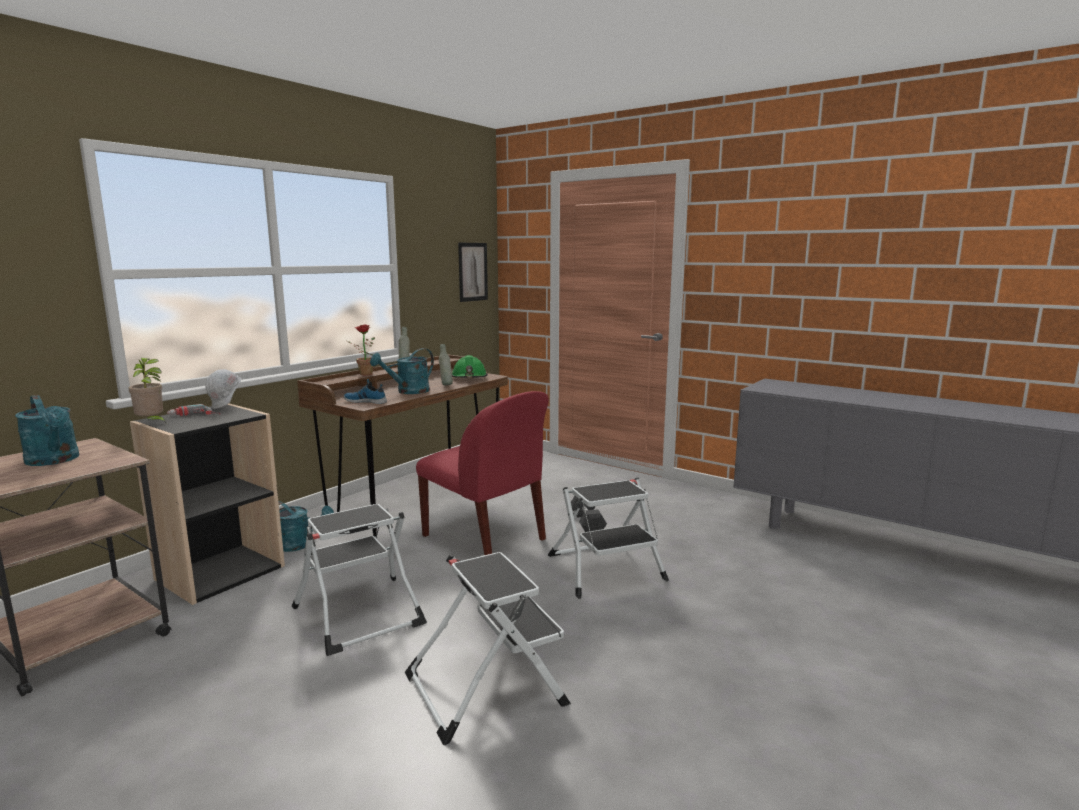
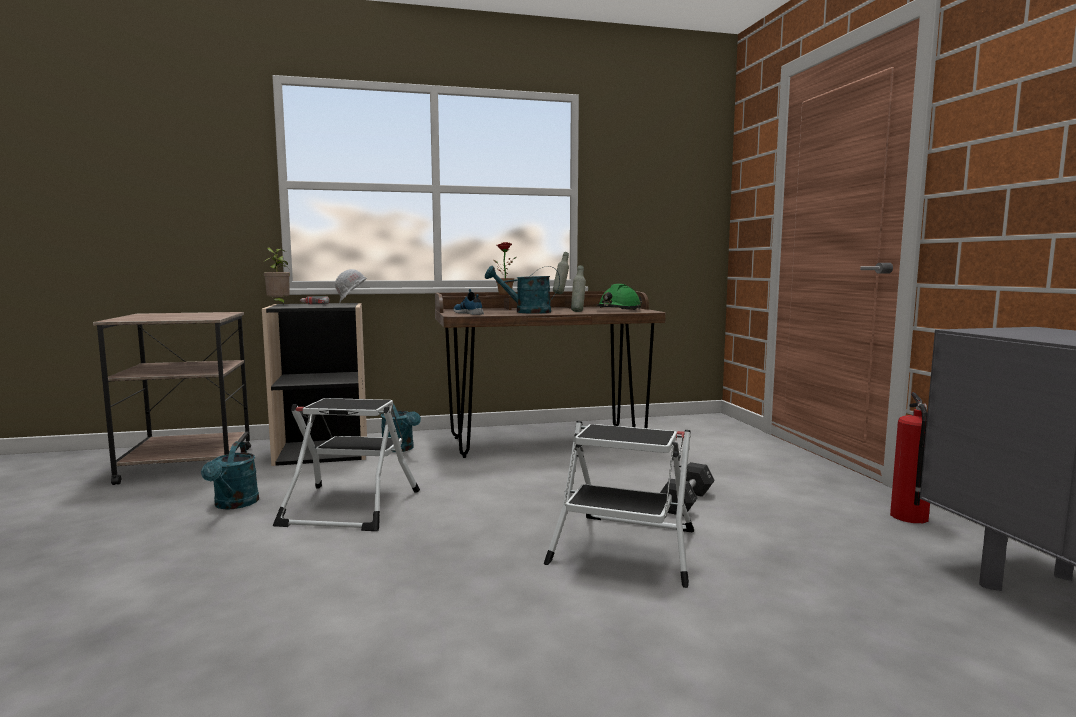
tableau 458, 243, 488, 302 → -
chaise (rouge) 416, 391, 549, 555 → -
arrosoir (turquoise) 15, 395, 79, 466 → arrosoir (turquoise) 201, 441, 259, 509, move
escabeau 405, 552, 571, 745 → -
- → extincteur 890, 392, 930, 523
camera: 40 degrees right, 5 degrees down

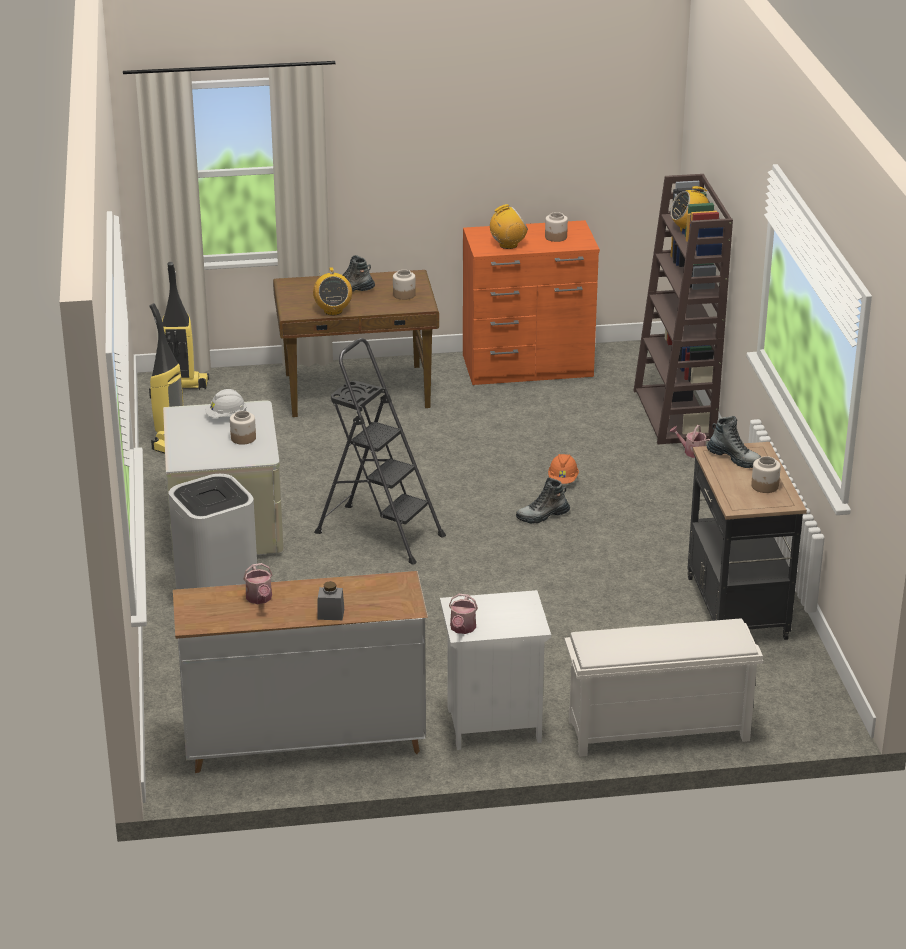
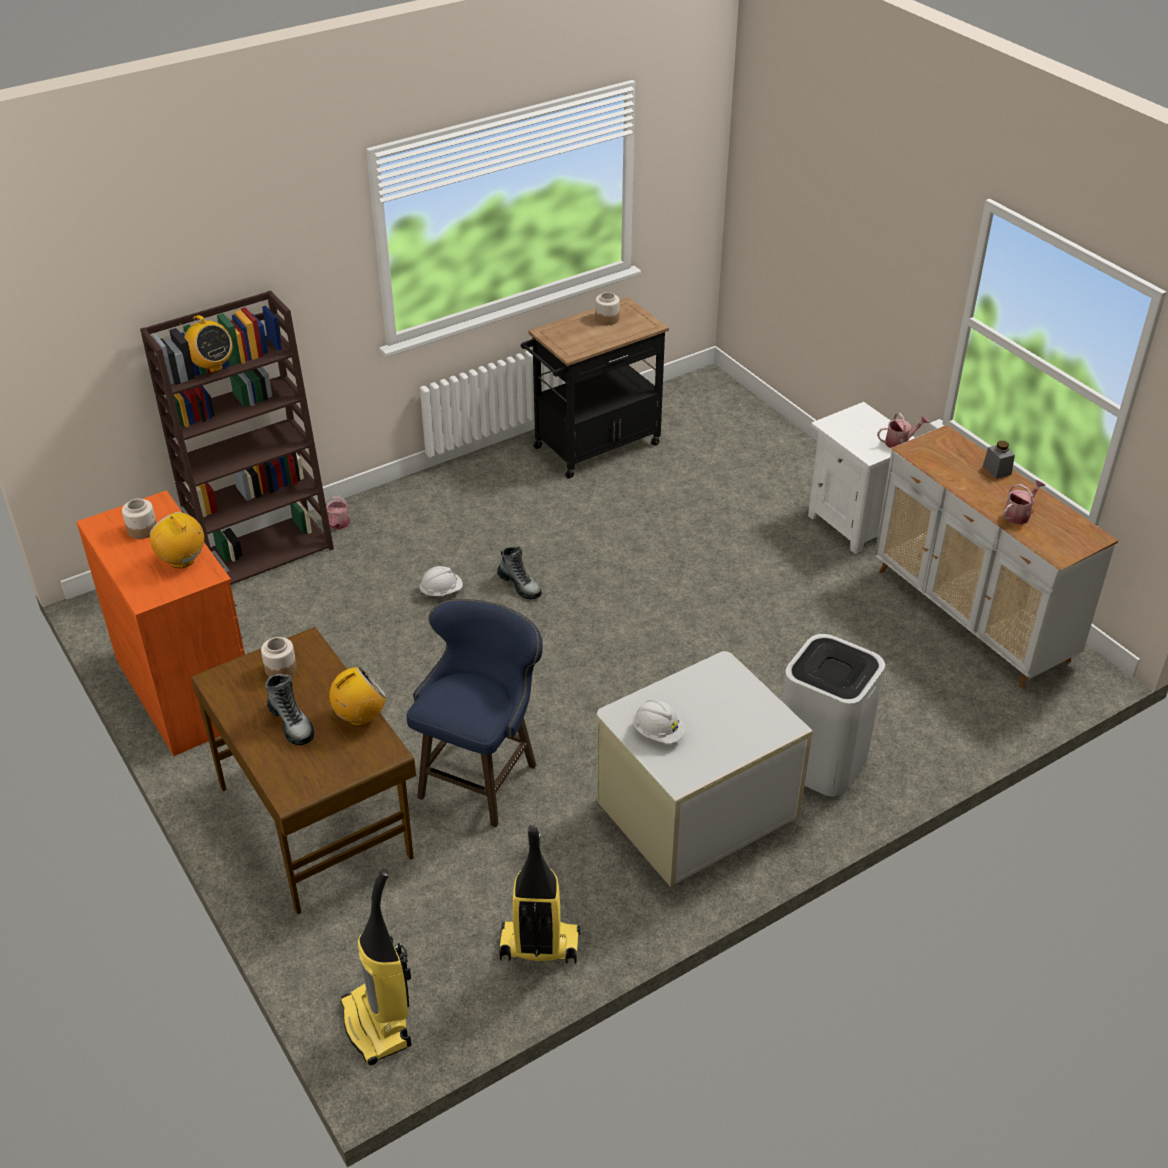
escabeau 314, 338, 446, 565 → -
bocal 230, 411, 256, 445 → -
botte 707, 416, 761, 468 → -
casque de chantier (orange) 548, 454, 579, 484 → casque de chantier (blanc) 419, 566, 463, 597
étagère à chaussures (blanc) 564, 618, 763, 756 → -
- → tabouret (bleu) 407, 599, 543, 827
camera: 115 degrees left, 10 degrees up

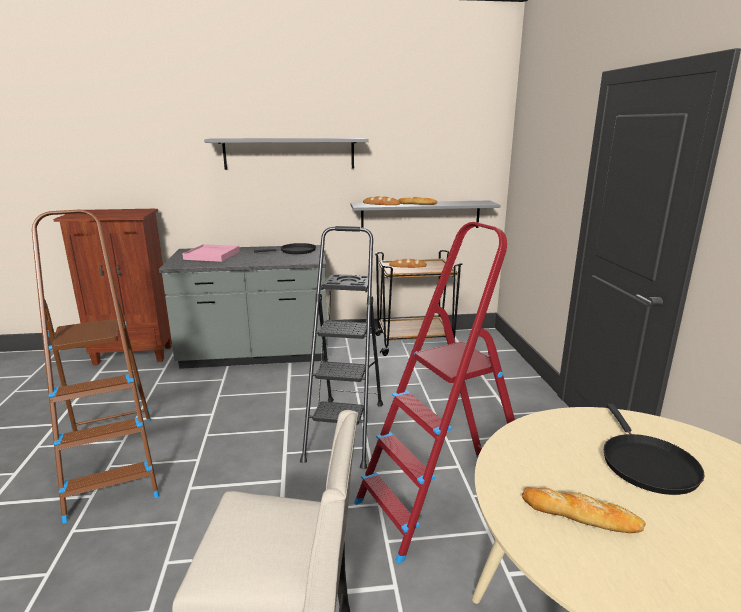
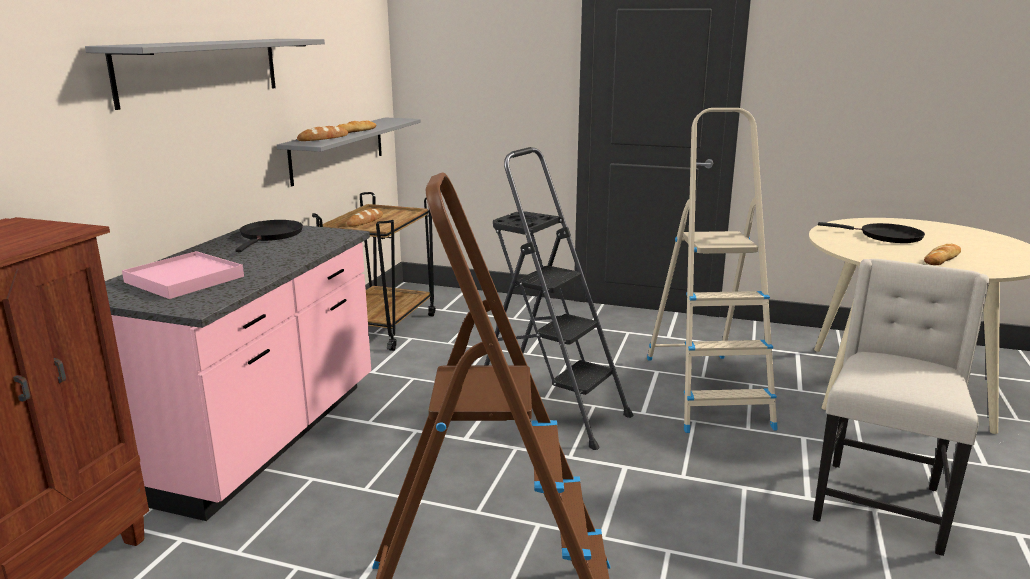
escabeau (rouge) 354, 222, 515, 563 → escabeau (beige) 647, 108, 778, 433
comptoir de cuisine (gris) 159, 245, 328, 369 → comptoir de cuisine (rose) 105, 221, 371, 521
camera: 65 degrees left, 0 degrees up

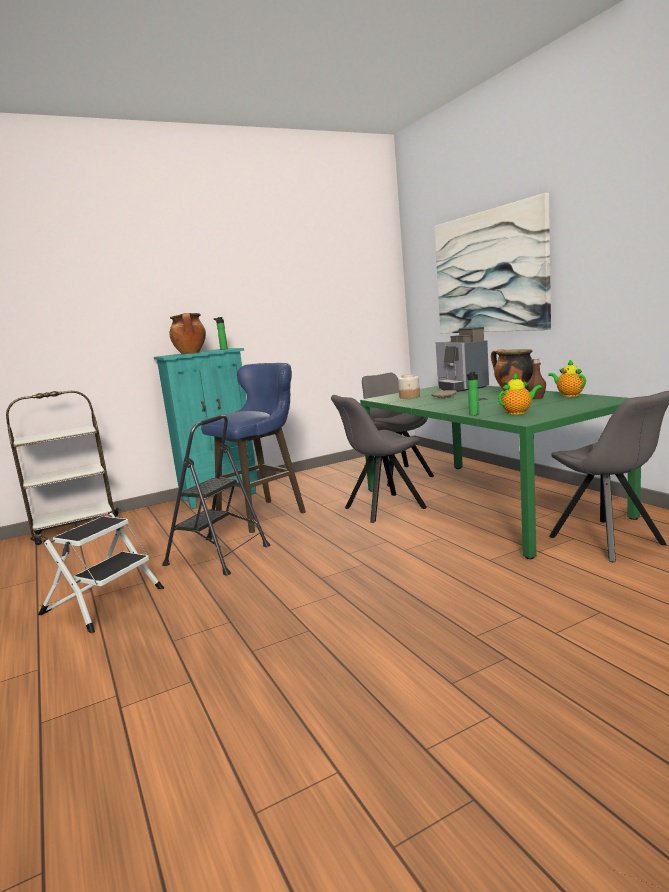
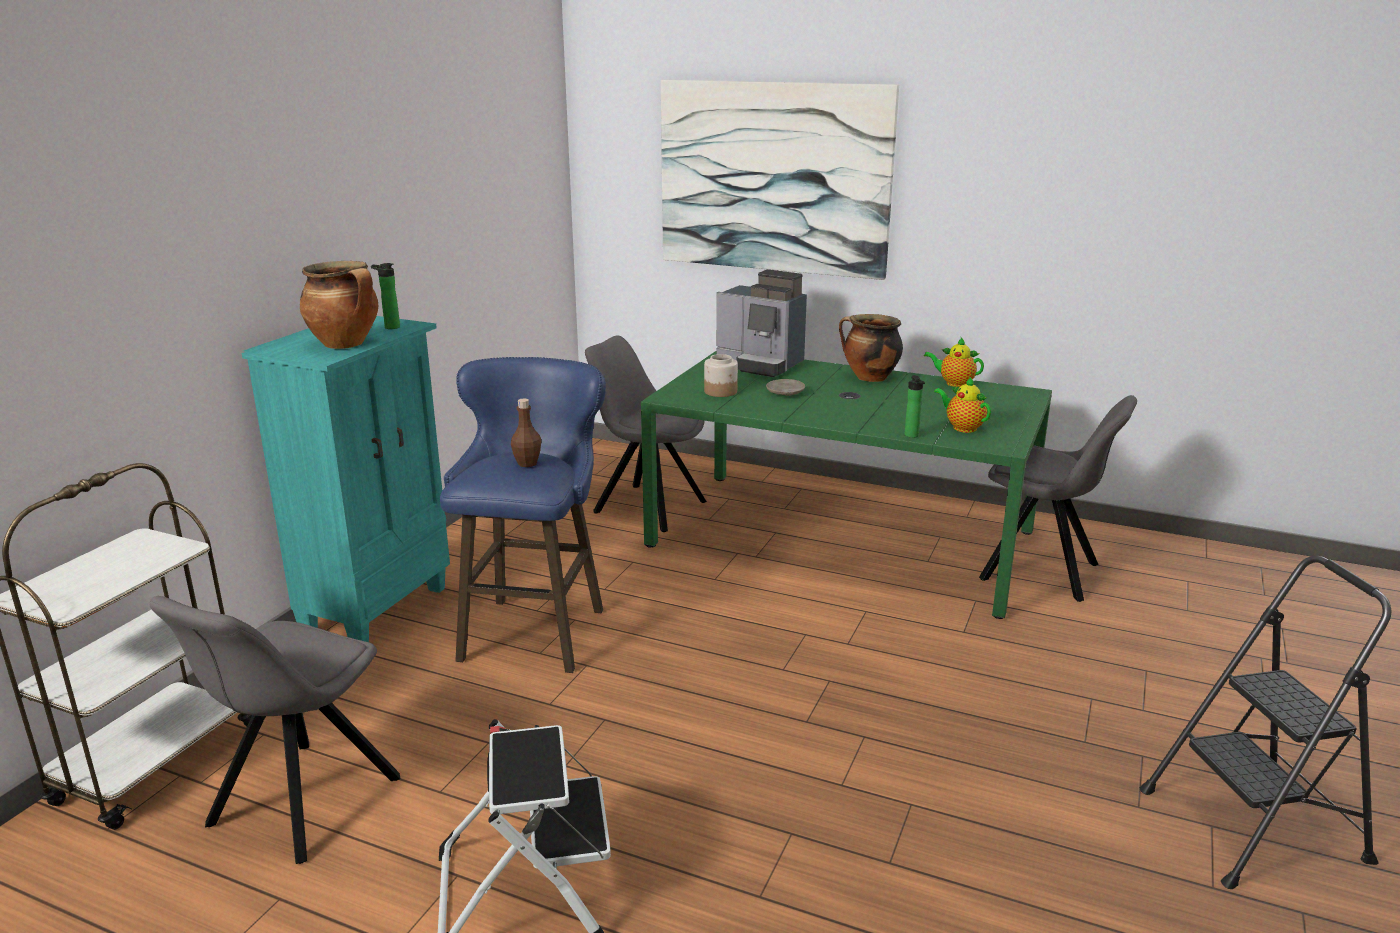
bouteille (marron) 527, 359, 546, 399 → bouteille (marron) 511, 399, 541, 467, move
théière 498, 374, 542, 415 → théière 934, 376, 991, 433, 75 degrees counterclockwise
chaise (gris) 331, 395, 427, 523 → chaise (gris) 149, 596, 400, 864, move
escabeau (noir) 162, 415, 270, 576 → escabeau (noir) 1139, 556, 1391, 889, move
camera: 40 degrees left, 10 degrees up

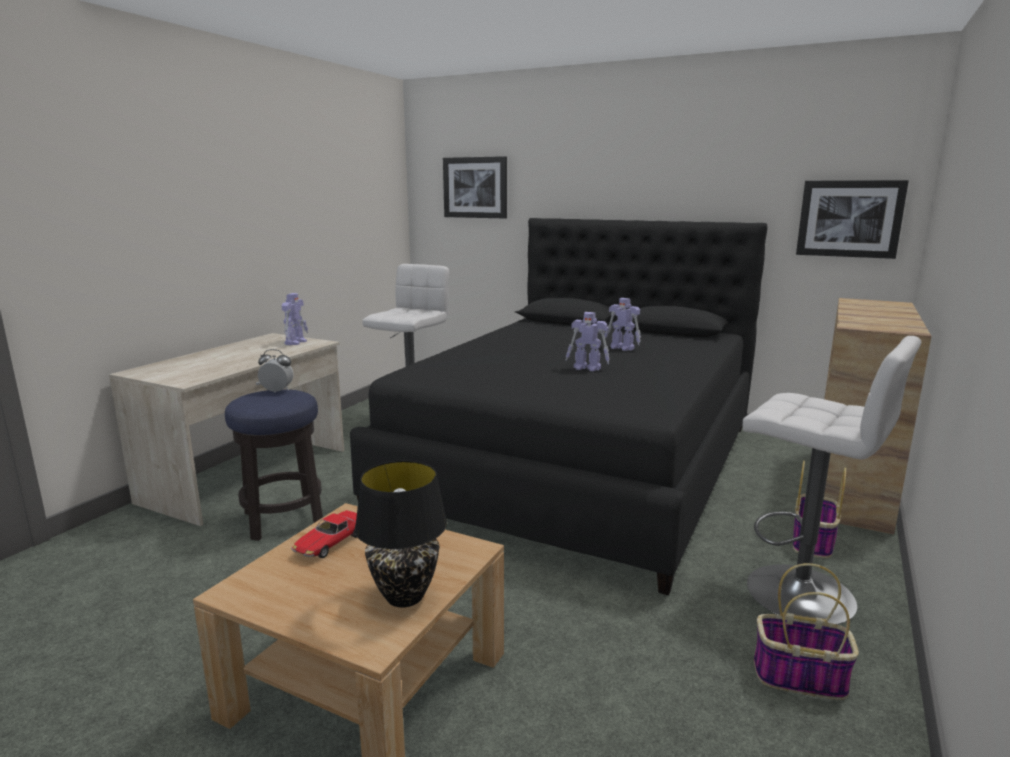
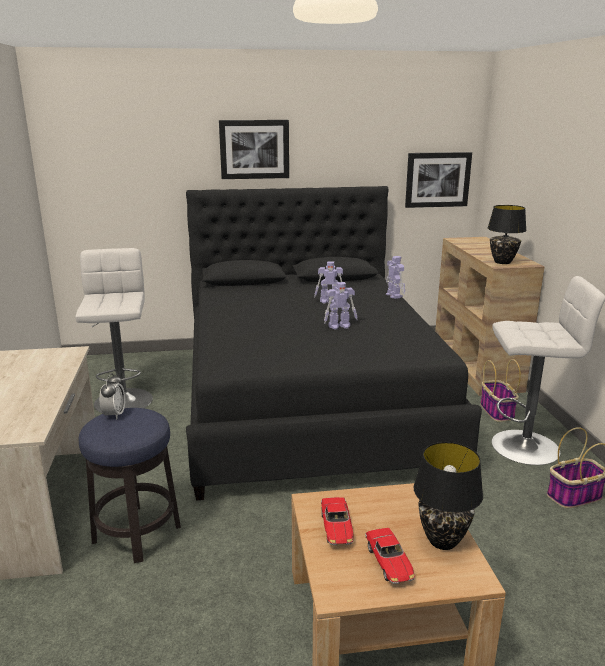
tableau 443, 156, 507, 219 → tableau 219, 120, 289, 179, move
robot jouet 282, 293, 308, 345 → robot jouet 386, 256, 405, 299, move
réveil 258, 349, 293, 393 → réveil 99, 373, 125, 420, 120 degrees clockwise
- → lampe de table (noir) 487, 205, 527, 264
- → petite voiture 365, 528, 415, 584
camera: 35 degrees left, 5 degrees up

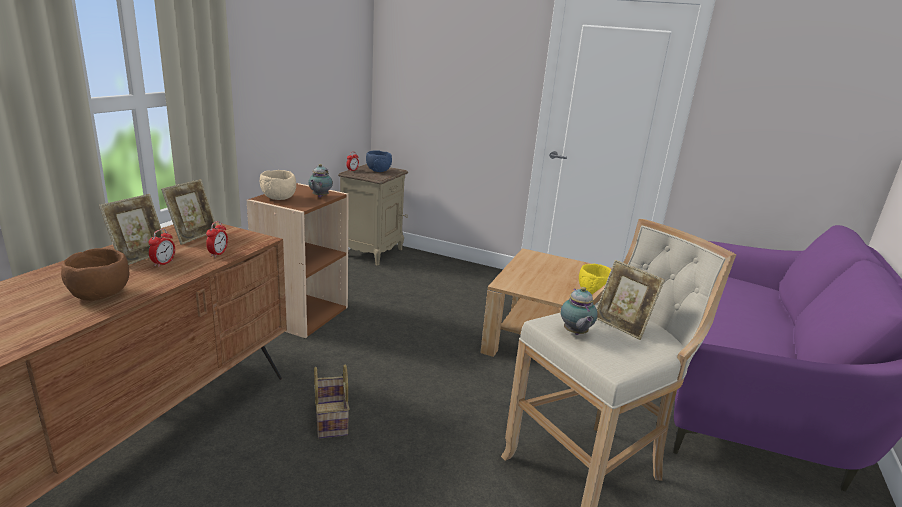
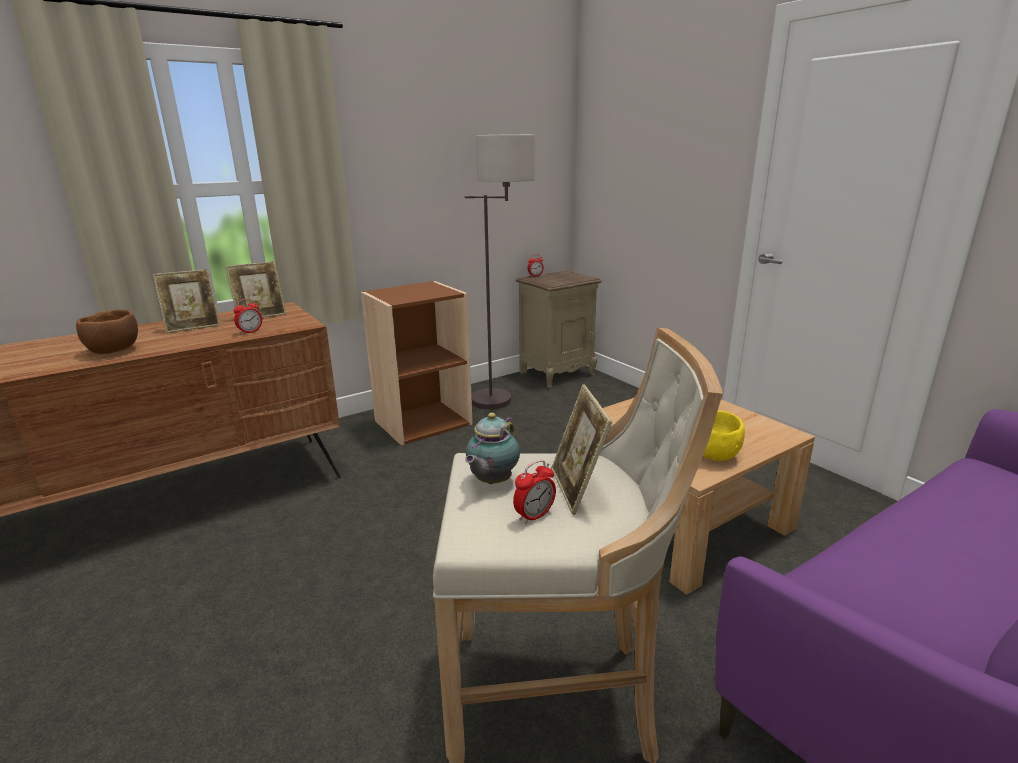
bol (bleu) 366, 150, 392, 172 → -
théière 308, 164, 333, 198 → -
bol (beige) 260, 170, 296, 200 → -
réveil 148, 229, 175, 267 → réveil 513, 460, 556, 524, move
panier 314, 364, 349, 439 → -
- → lampadaire (gris) 465, 134, 535, 410
camera: 35 degrees right, 0 degrees up

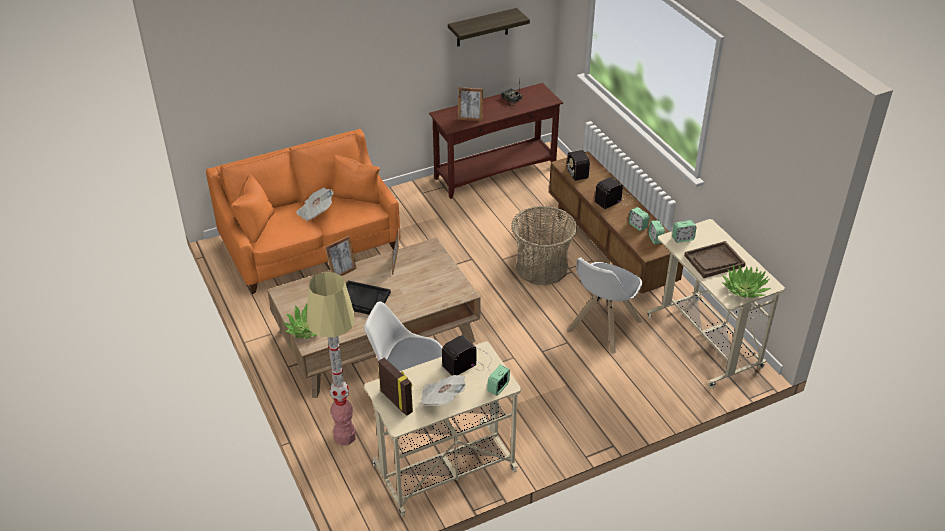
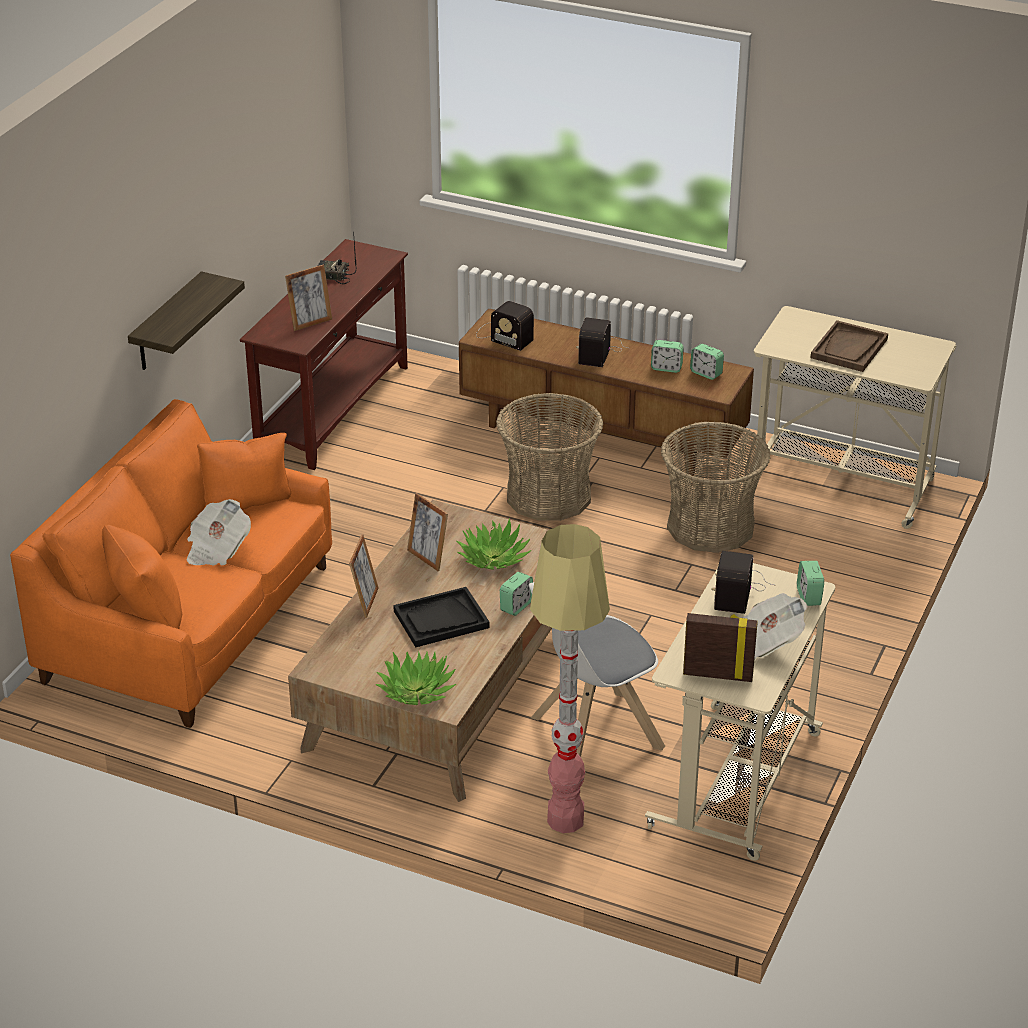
étagère 448, 8, 530, 46 → étagère 128, 271, 245, 370, move
réveil 672, 220, 696, 243 → réveil 500, 572, 533, 616, move
chaise 567, 257, 642, 354 → panier 661, 421, 771, 553
plante en pot 722, 265, 771, 298 → plante en pot 456, 519, 531, 570, move
camera: 40 degrees left, 5 degrees down

